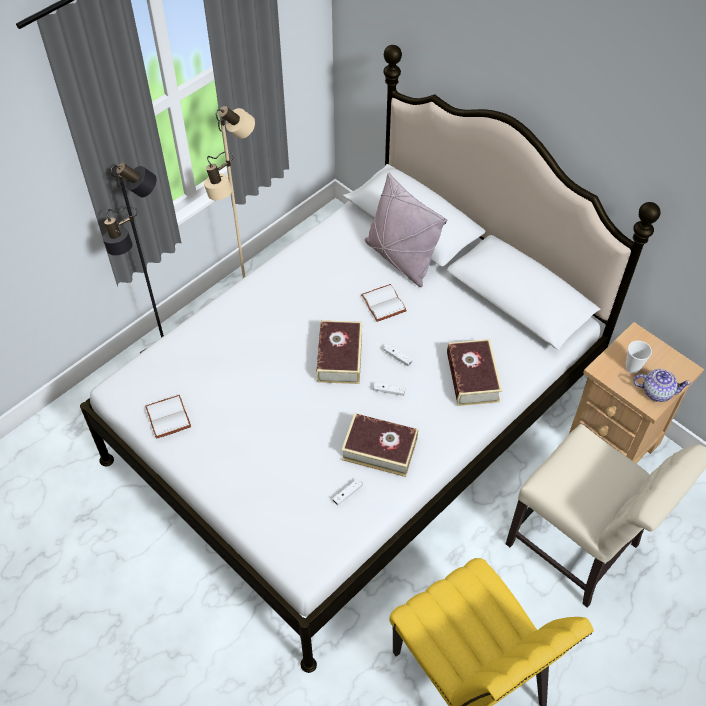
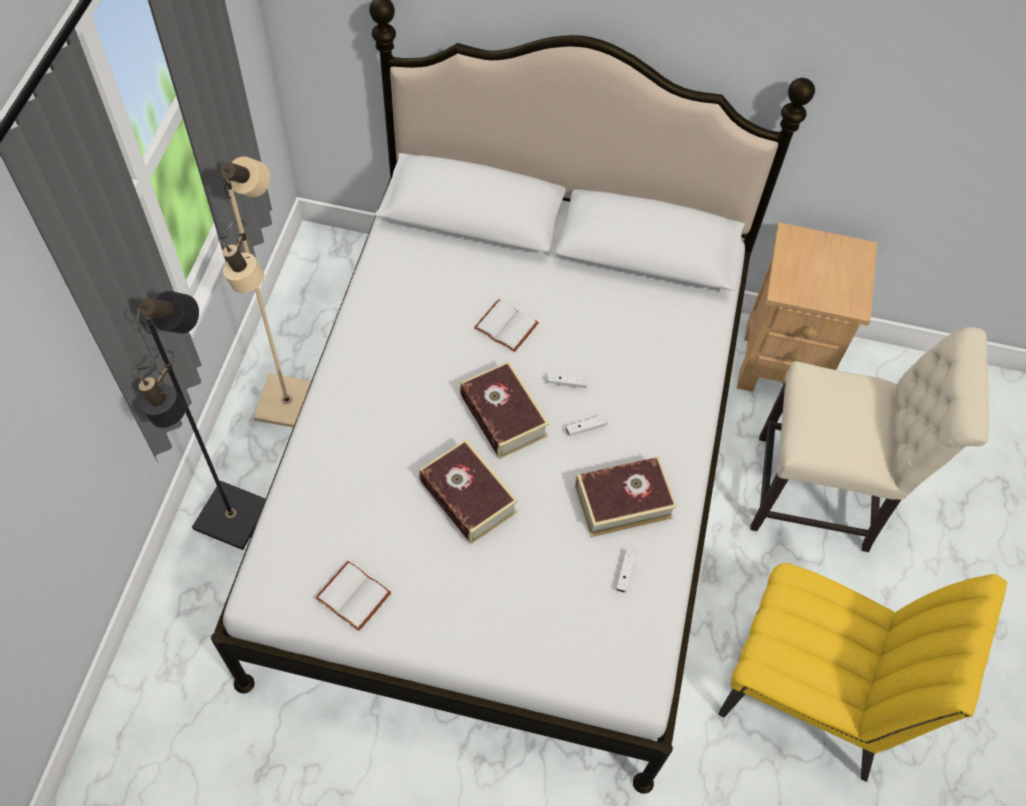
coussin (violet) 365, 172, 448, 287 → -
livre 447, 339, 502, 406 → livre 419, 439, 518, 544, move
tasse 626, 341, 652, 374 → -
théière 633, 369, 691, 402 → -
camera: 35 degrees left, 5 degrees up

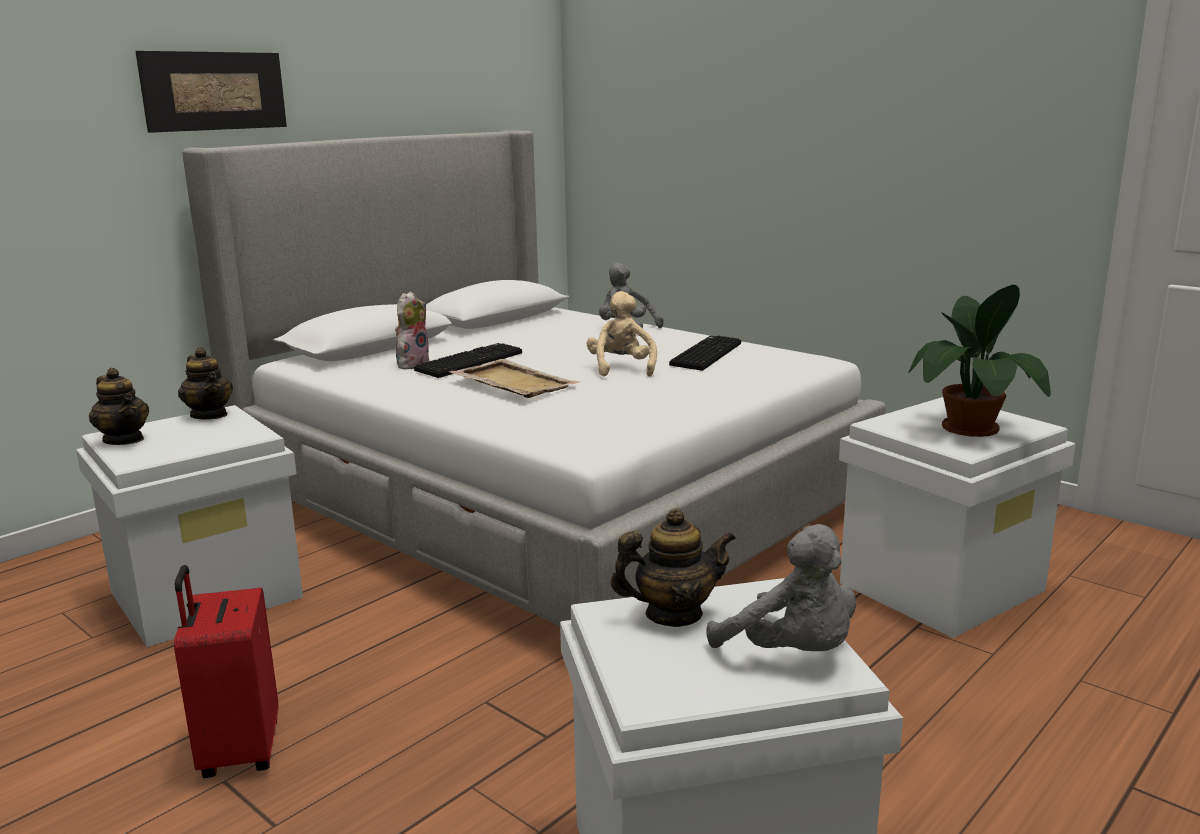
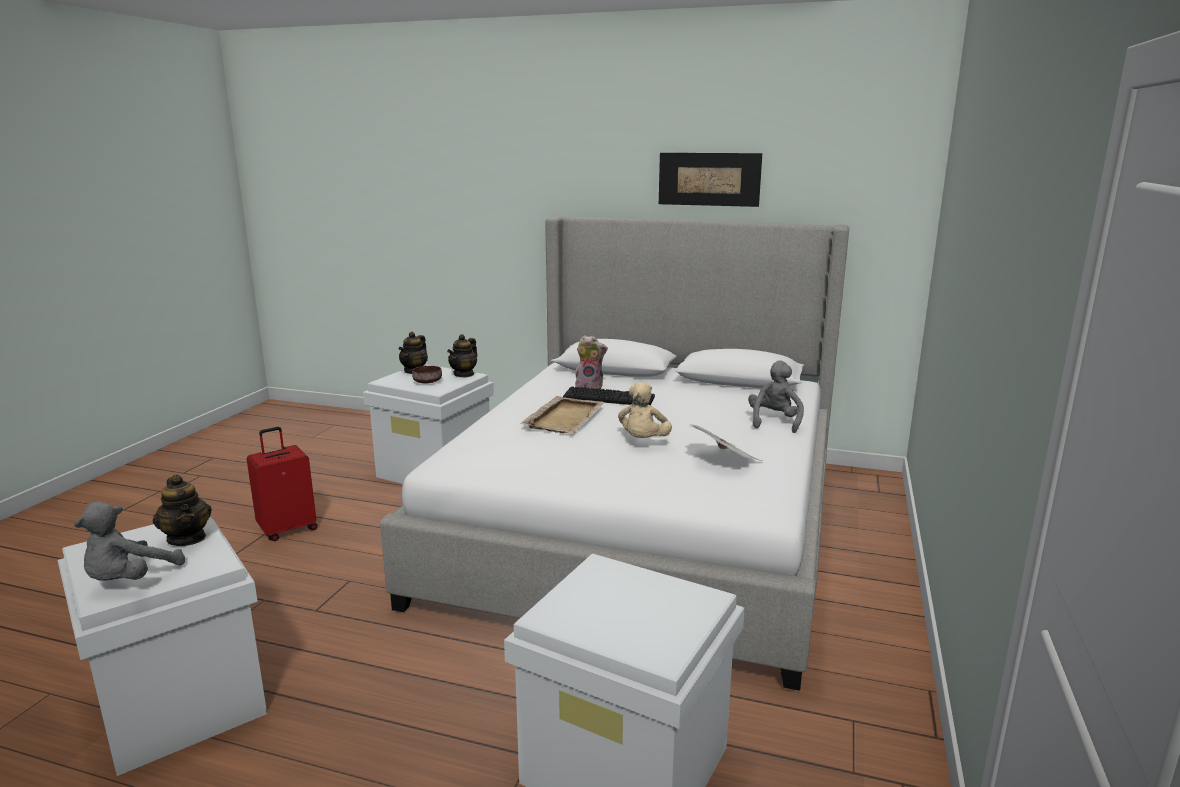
tableau 135, 51, 287, 133 → tableau 659, 153, 762, 207, move
plante en pot 909, 285, 1051, 437 → -
peluche (beige) 587, 291, 657, 377 → peluche (beige) 618, 382, 672, 438, 135 degrees clockwise
clavier 669, 336, 741, 371 → journal 691, 425, 763, 461
- → bol (marron) 412, 366, 442, 384
camera: 65 degrees right, 0 degrees up

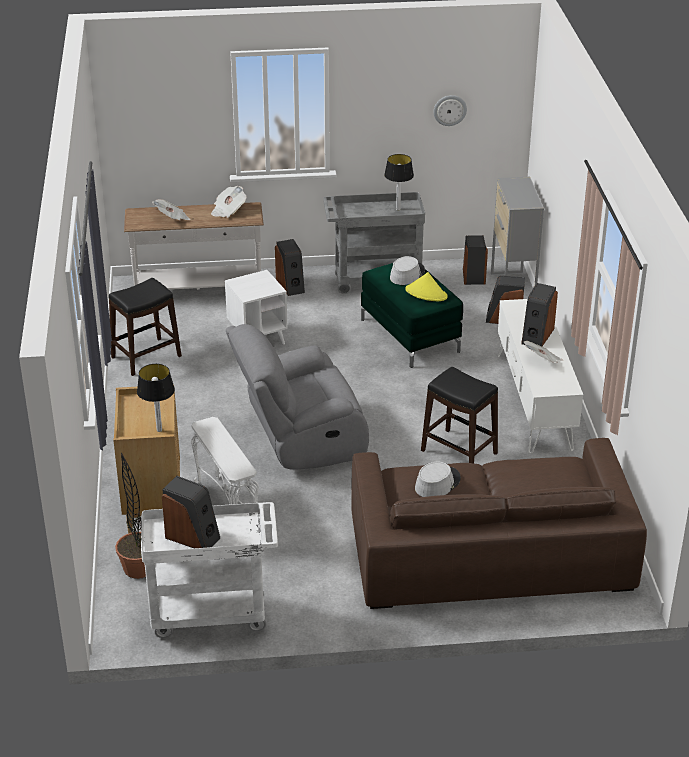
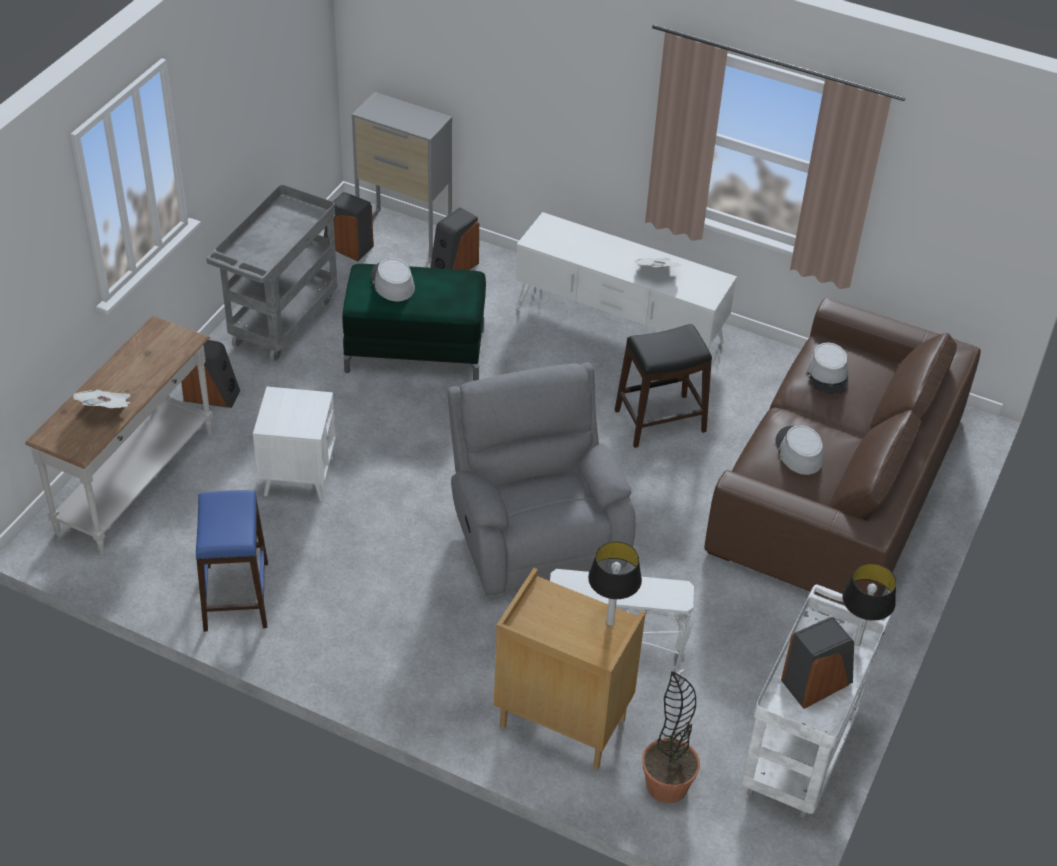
horloge murale 434, 95, 467, 126 → -
lampe de table 384, 154, 414, 211 → lampe de table 842, 563, 896, 646, move
journal 211, 186, 246, 218 → -
chapeau (jaune) 405, 272, 448, 301 → -
tabouret (noir) 109, 278, 182, 376 → tabouret (bleu) 196, 490, 268, 632
enceinte 521, 283, 558, 346 → -
fauteuil (gris) 226, 324, 369, 469 → fauteuil (gris) 447, 362, 635, 596, 150 degrees clockwise
- → chapeau (gris) 807, 343, 849, 394
camera: 60 degrees left, 10 degrees up

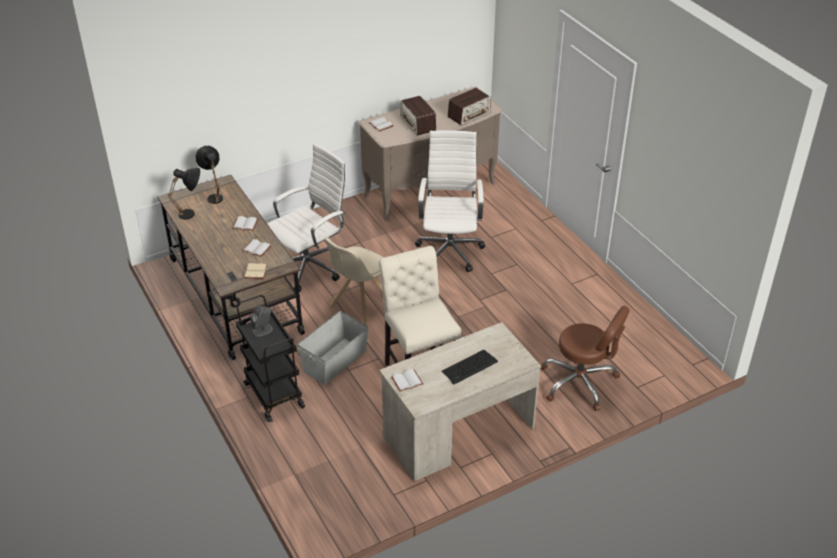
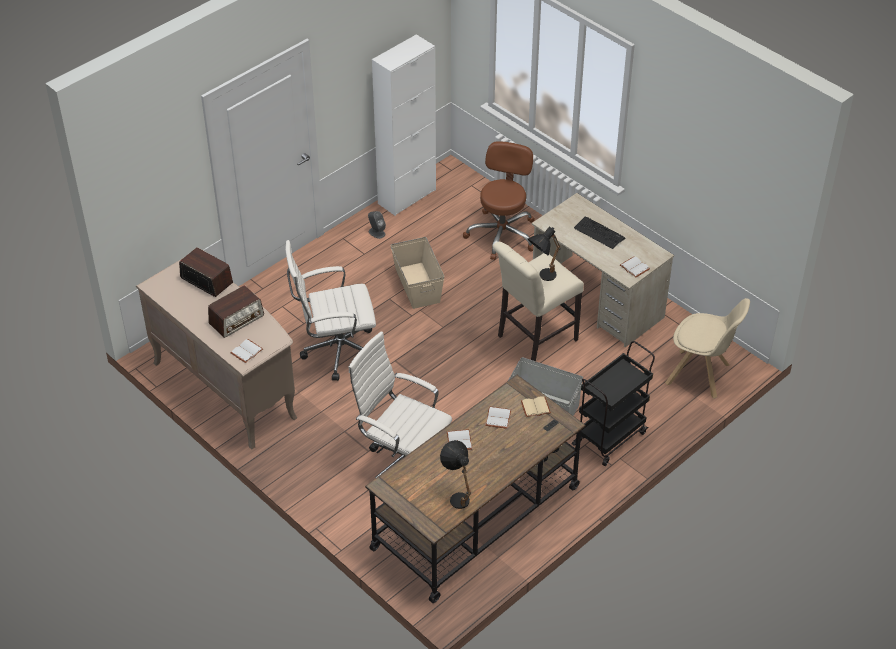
lampe de table (noir) 196, 146, 223, 204 → lampe de table (noir) 528, 227, 561, 281, move
chaise (beige) 325, 237, 384, 325 → chaise (beige) 665, 298, 750, 399, move
enceinte (gris) 251, 306, 273, 337 → enceinte (gris) 368, 211, 386, 239, move
- → meuble de rangement (blanc) 372, 34, 436, 216
- → boîte de rangement (beige) 390, 237, 445, 309
camera: 105 degrees left, 5 degrees up

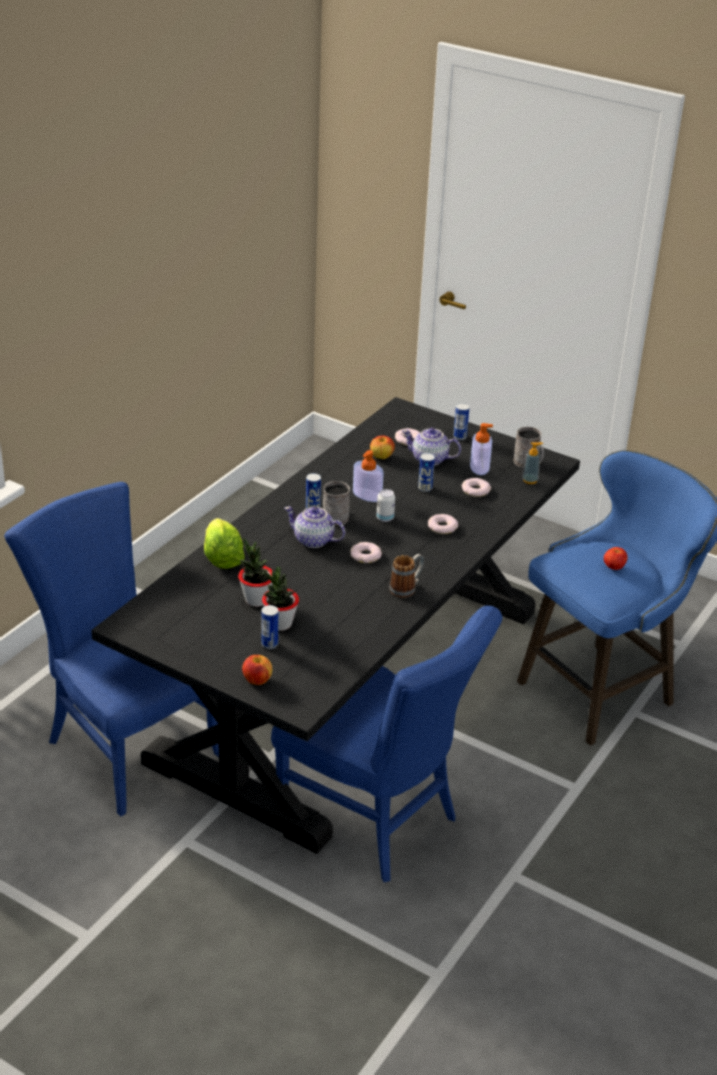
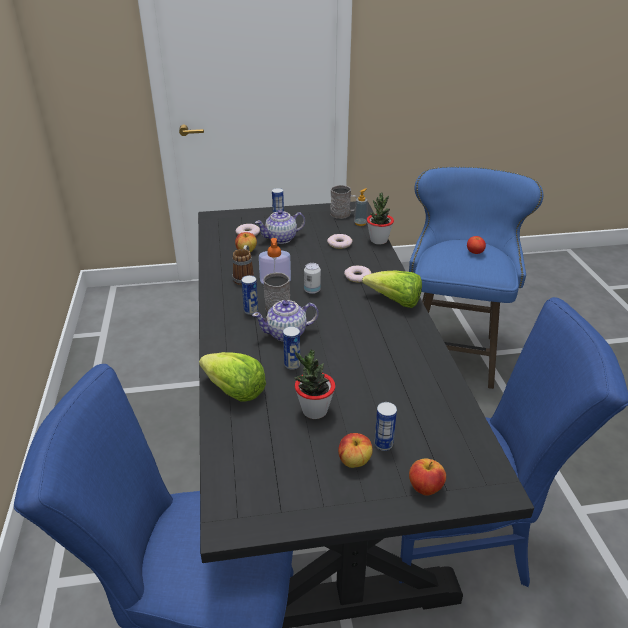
distributeur de savon 470, 423, 493, 475 → -
boîte métallique 418, 453, 435, 492 → boîte métallique 283, 326, 300, 370, move
beignet 350, 542, 382, 563 → -
mug 389, 554, 424, 598 → mug 232, 245, 254, 285, move
plante en pot 262, 567, 299, 631 → plante en pot 367, 193, 394, 245, move
- → laitue 362, 271, 422, 308
- → pomme 338, 433, 373, 468
camera: 40 degrees left, 0 degrees up

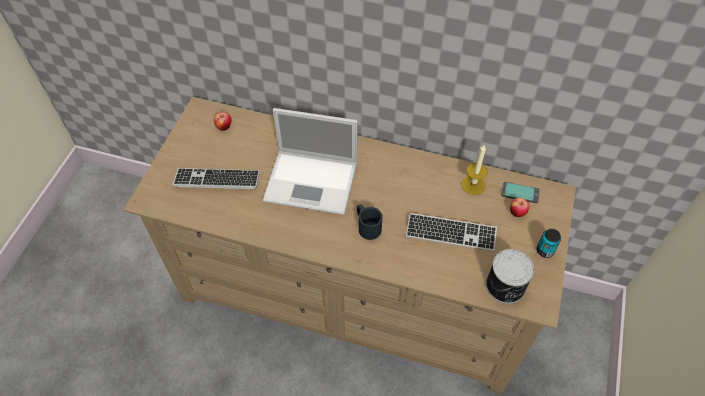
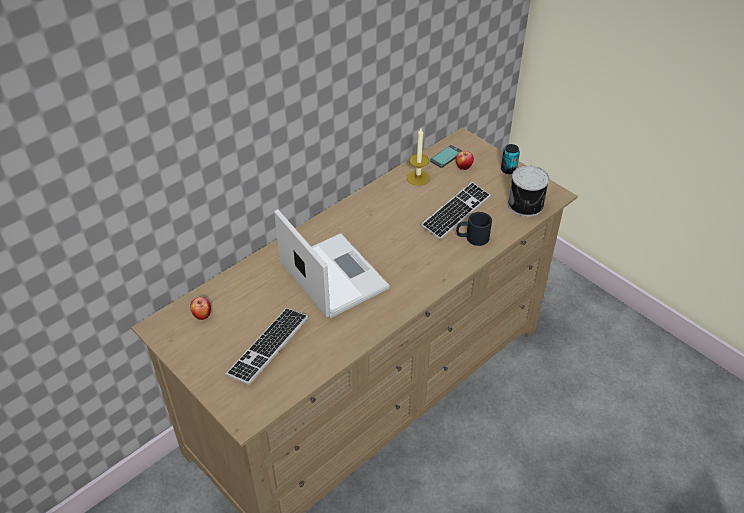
ordinateur portable 263, 108, 358, 215 → ordinateur portable 274, 209, 390, 318, 75 degrees counterclockwise
mug (noir) 357, 204, 383, 240 → mug (noir) 456, 212, 492, 246, move
camera: 60 degrees left, 10 degrees down

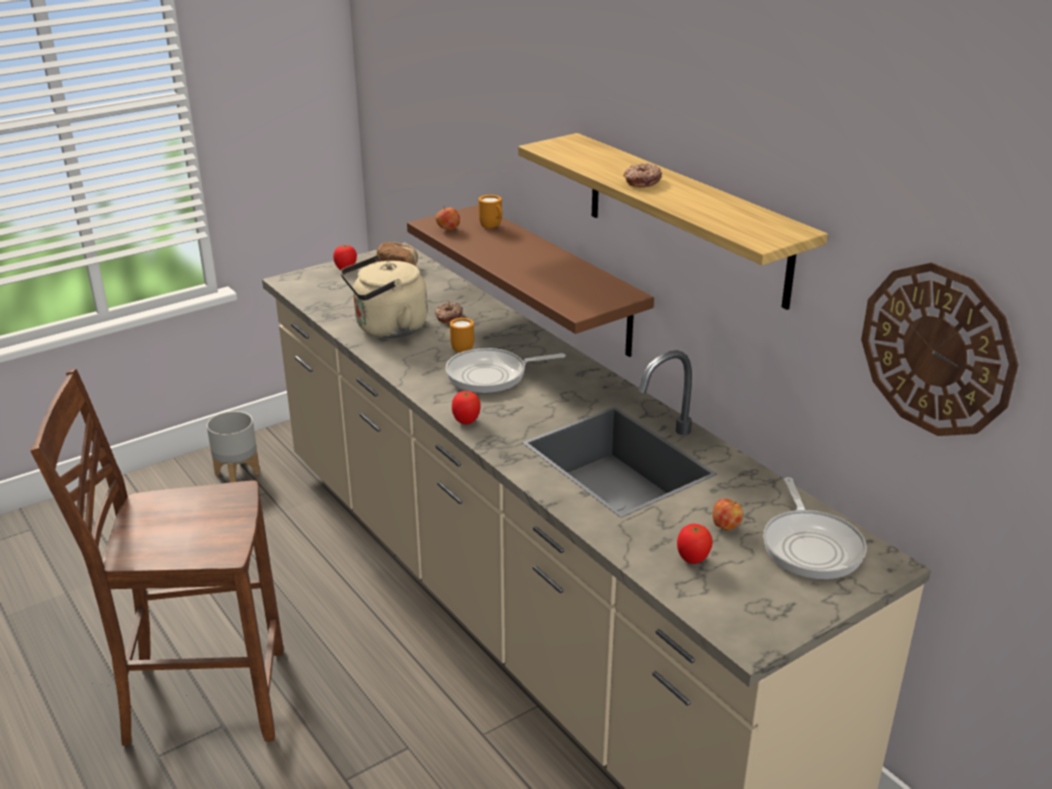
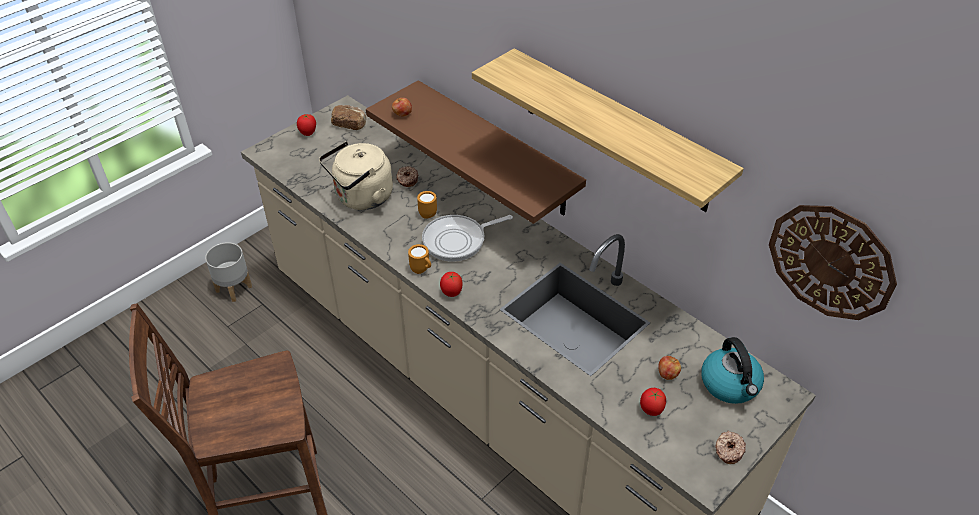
beignet 623, 163, 662, 188 → beignet 715, 431, 746, 464, move
mug (orange) 478, 195, 503, 229 → mug (orange) 408, 244, 431, 274, move
poêle 763, 477, 867, 579 → bouilloire 701, 337, 764, 404
camera: 10 degrees left, 15 degrees up

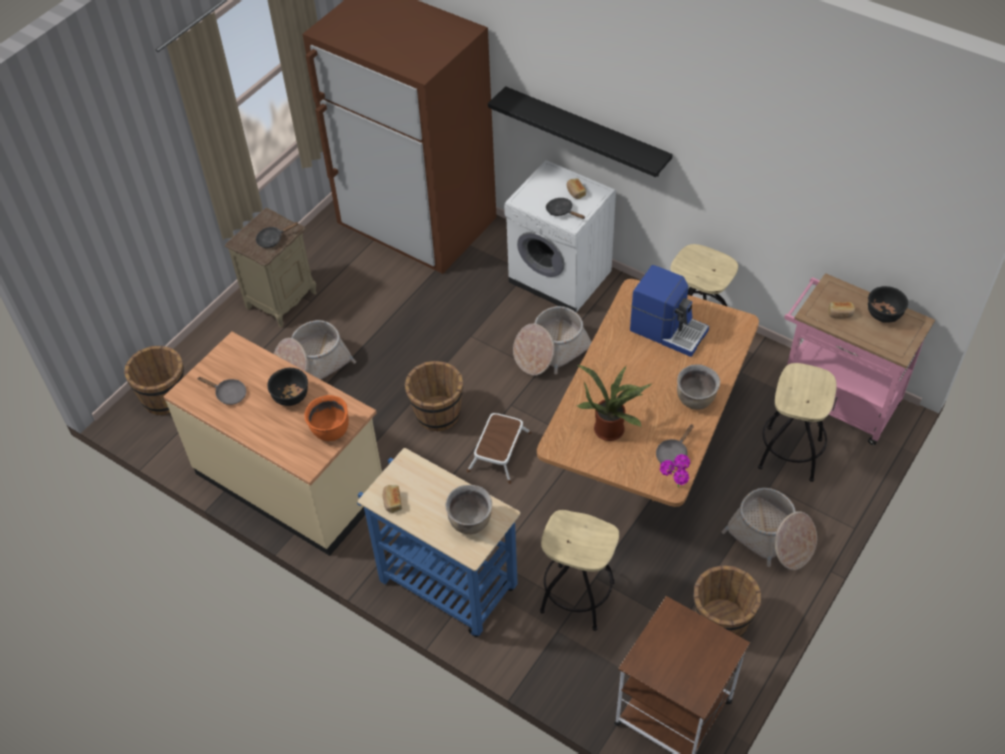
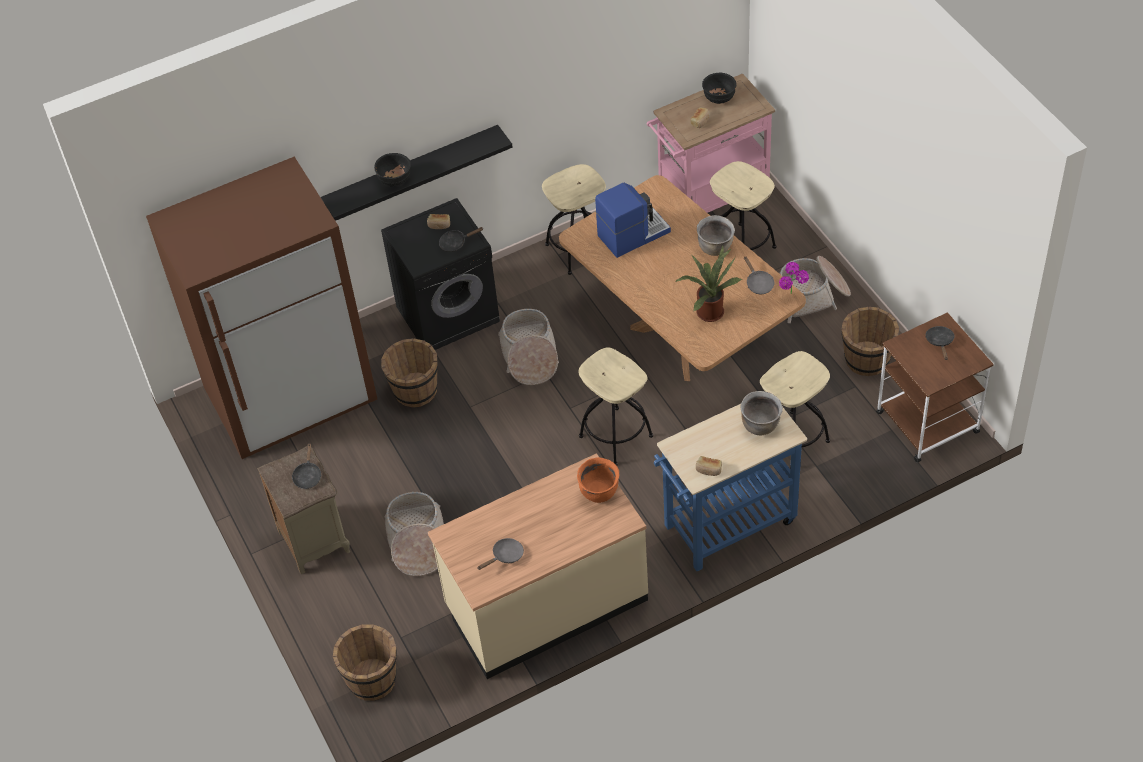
lave-linge (blanc) 504, 160, 616, 313 → lave-linge (noir) 381, 198, 500, 350
seau (marron) 405, 361, 463, 431 → seau (marron) 381, 338, 438, 408, move
bol (noir) 267, 368, 308, 406 → bol (noir) 374, 153, 411, 187, move
escabeau (marron) 467, 413, 532, 484 → tabouret (beige) 578, 347, 653, 465
- → poêle (noir) 925, 326, 955, 360
camera: 60 degrees left, 0 degrees up

